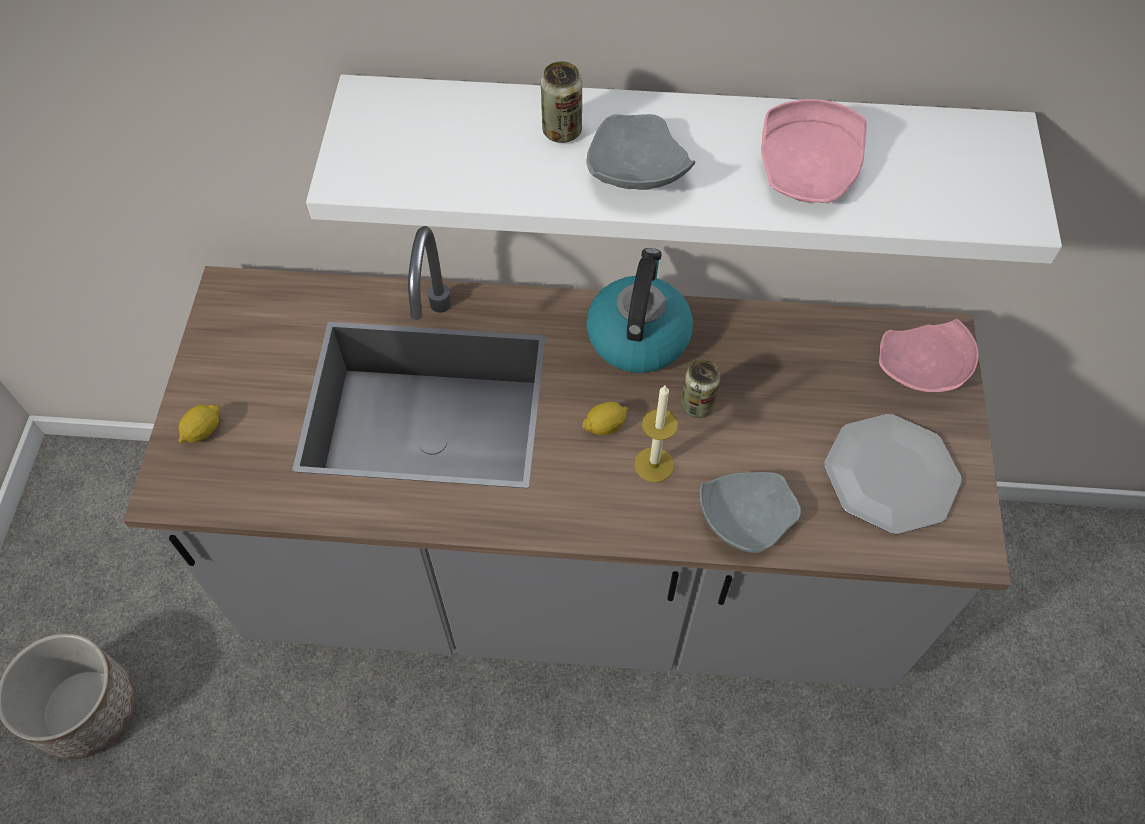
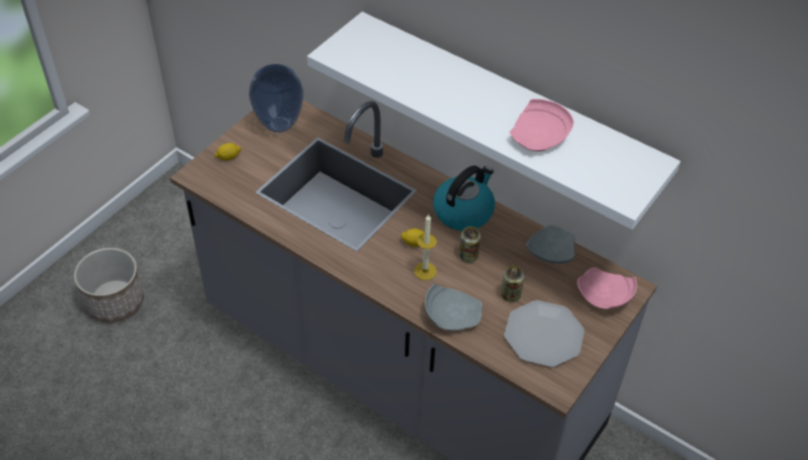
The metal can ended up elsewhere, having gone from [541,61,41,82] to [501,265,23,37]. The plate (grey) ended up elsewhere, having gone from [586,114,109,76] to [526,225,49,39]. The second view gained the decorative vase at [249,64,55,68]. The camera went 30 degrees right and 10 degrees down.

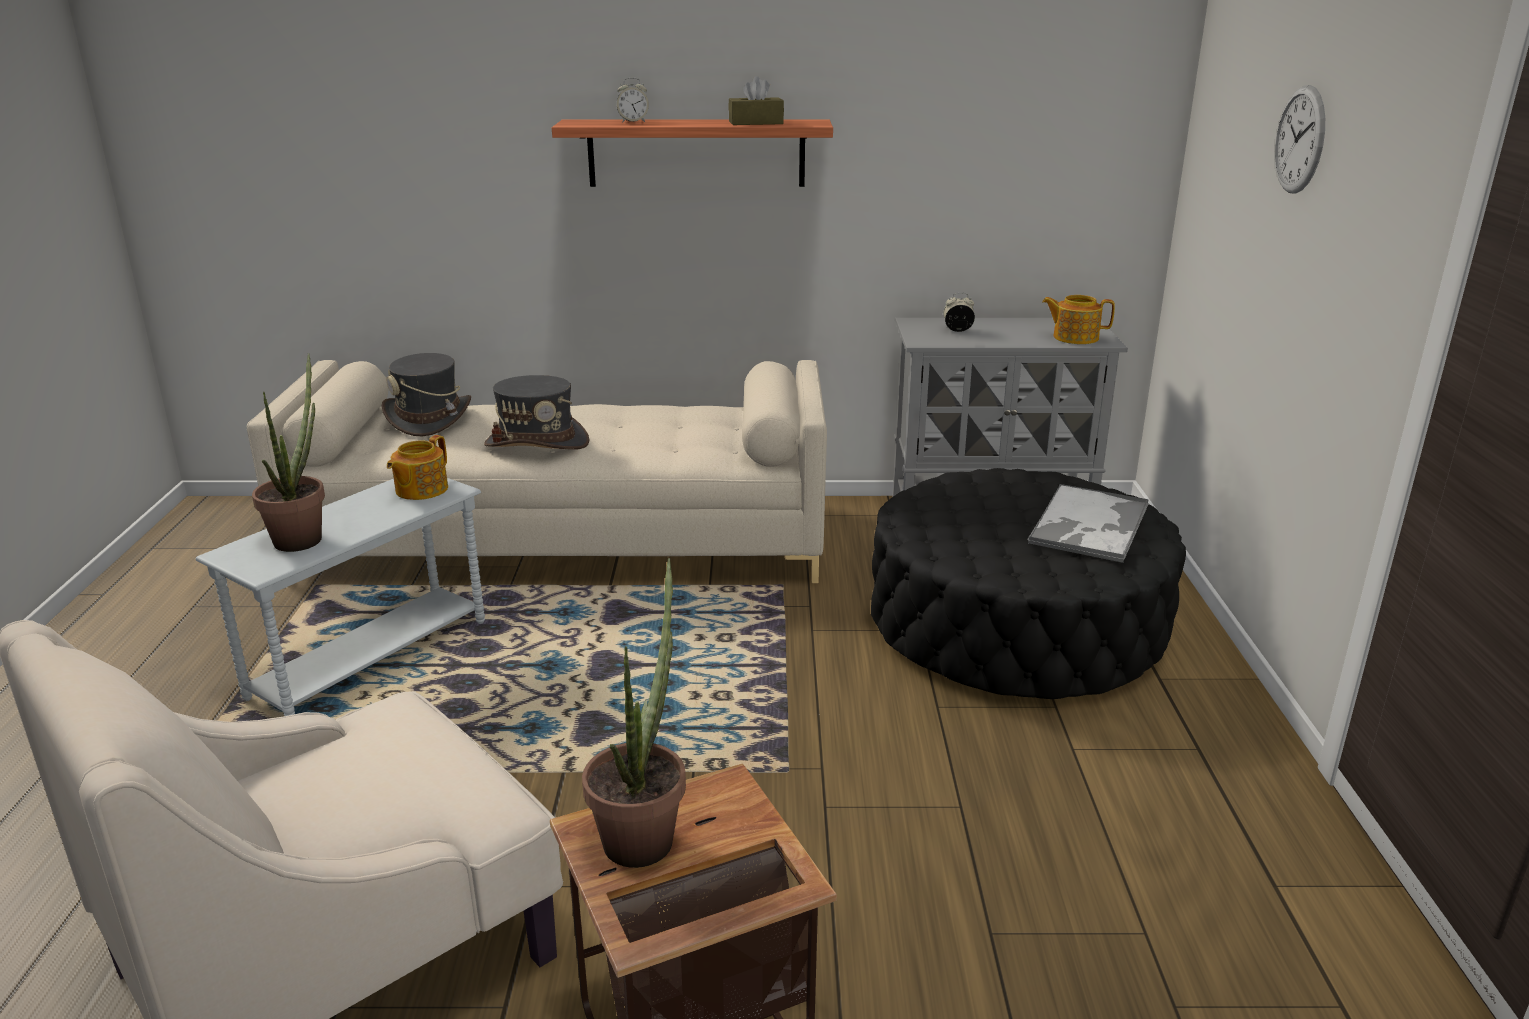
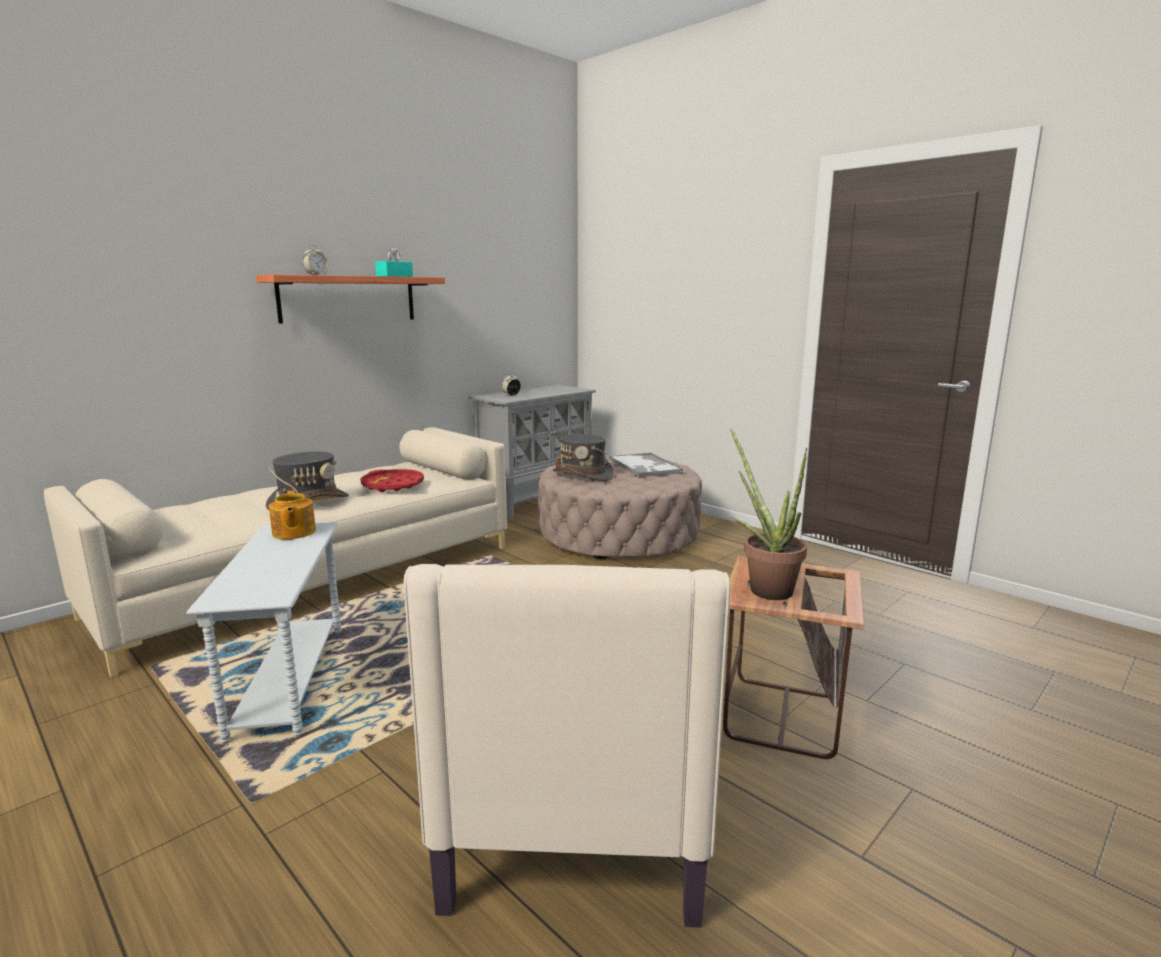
What was the tissue holder (brown-coloured) at [728,76,56,49] turned into the tissue holder (turquoise) at [375,247,38,30]. The second view lost the clock on the wall at [1274,85,51,109]. The second view lost the tea pot at [1042,295,73,49]. The second view lost the potted plant at [252,353,73,199]. The hat (grey) ended up elsewhere, having gone from [382,353,89,83] to [553,434,61,47]. What was the footrest (black-coloured) at [871,468,315,231] turned into the footrest (beige-coloured) at [538,456,164,103]. The second view gained the serving tray (red) at [360,469,64,23]. The camera went 45 degrees left and 10 degrees down.

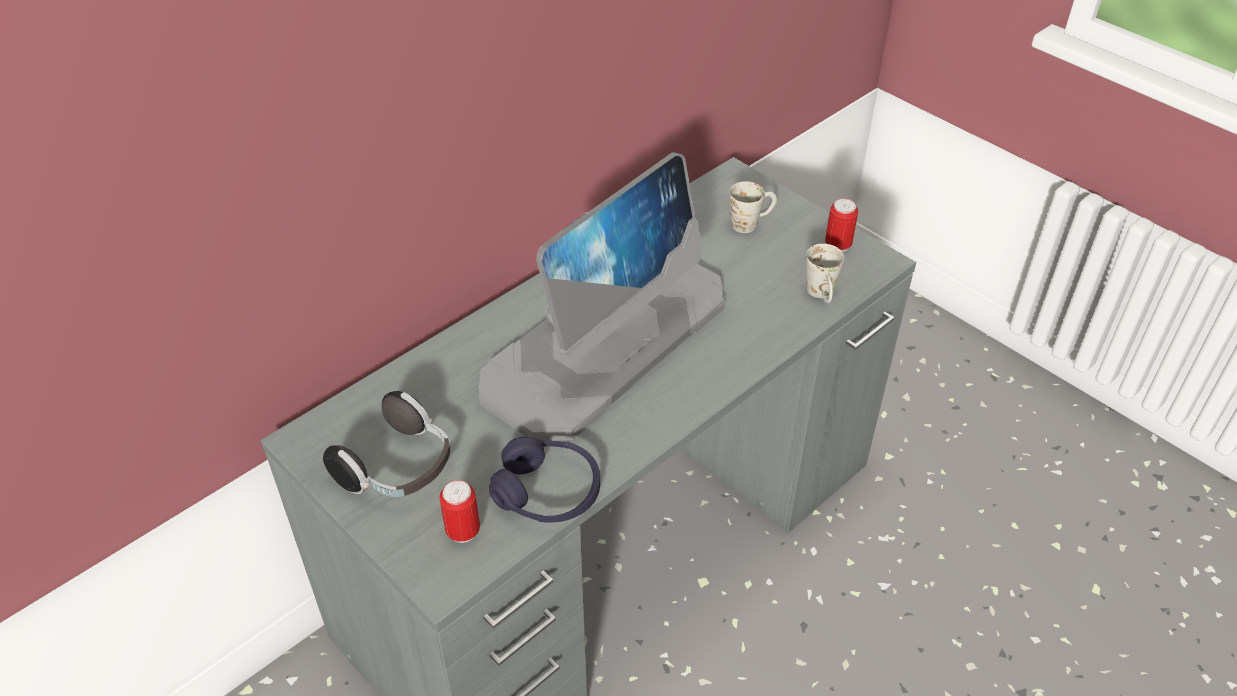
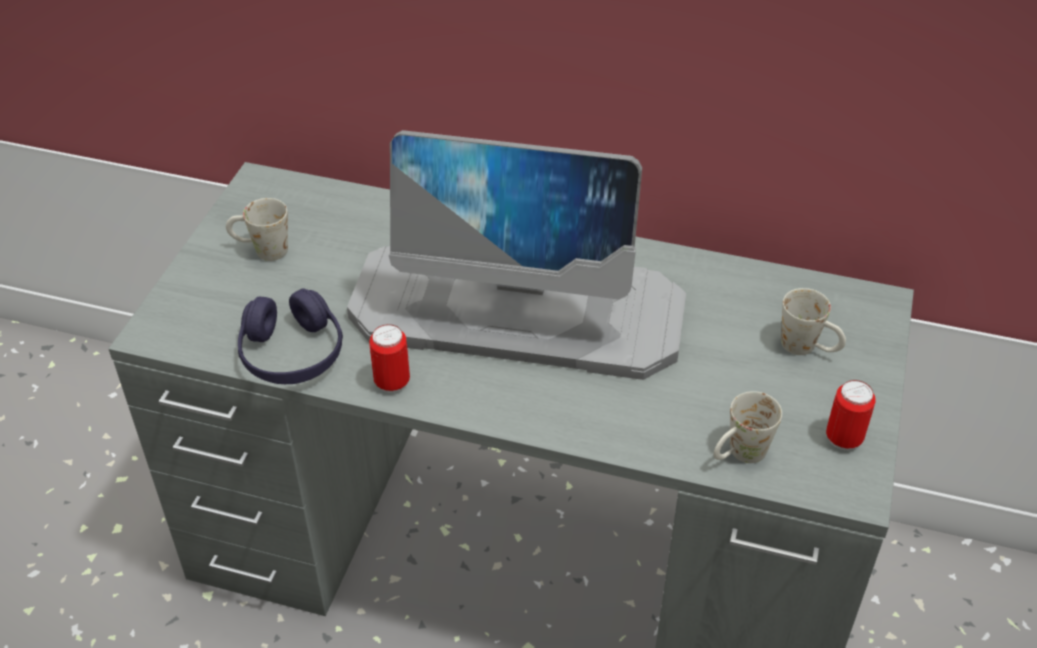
Where the pair of headphones stood at [323,391,128,106], the coffee mug (white) came to stand at [226,198,62,63]. The metal can ended up elsewhere, having gone from [439,480,41,63] to [369,324,41,69]. The camera went 60 degrees right and 0 degrees up.

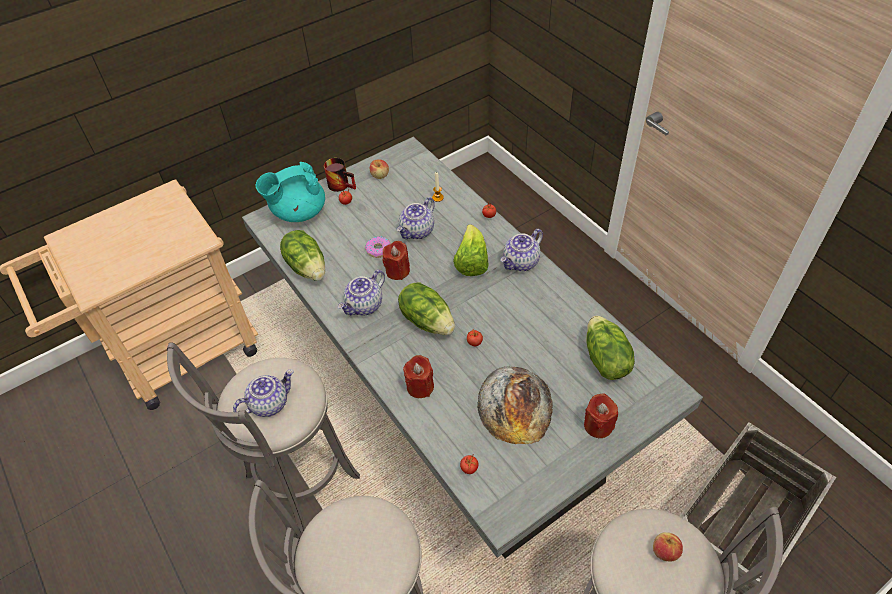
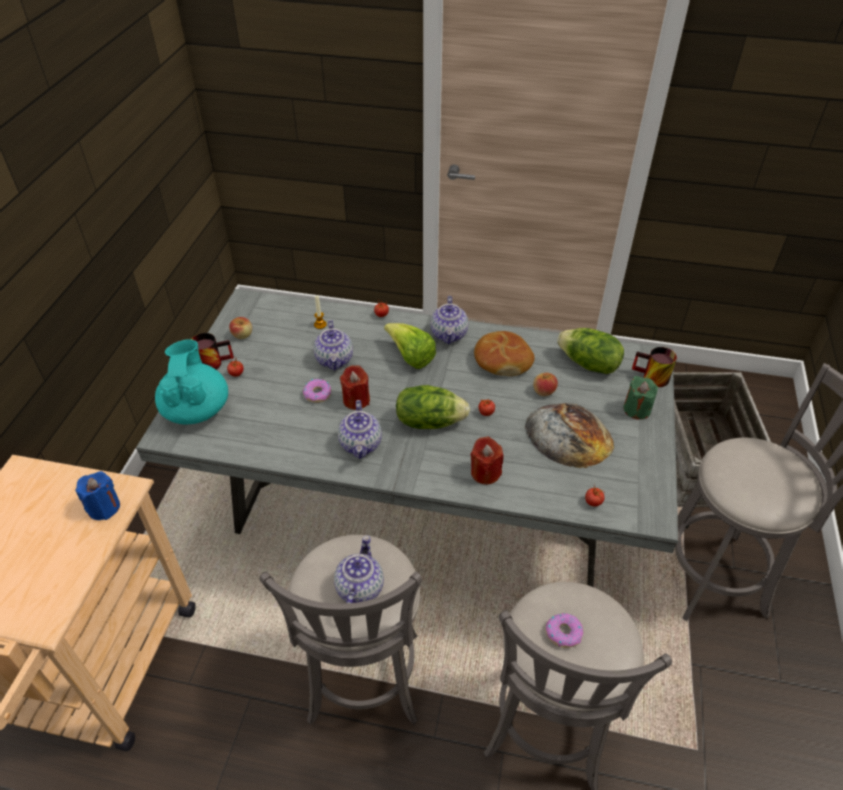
The tea pot (turquoise) at [256,162,69,60] ended up facing another way, 150 degrees clockwise from before. The second view lost the head of lettuce at [280,230,45,51]. What was the candle (red) at [584,394,34,44] turned into the candle (green-coloured) at [623,376,35,44]. The apple fruit ended up elsewhere, having gone from [653,532,30,29] to [533,373,25,23]. The second view gained the bakery bread at [474,331,61,45]. The second view gained the coffee mug at [632,347,45,40]. The second view gained the candle (blue) at [75,471,45,49]. The second view gained the donut at [545,613,38,35]. The camera went 45 degrees left and 5 degrees down.

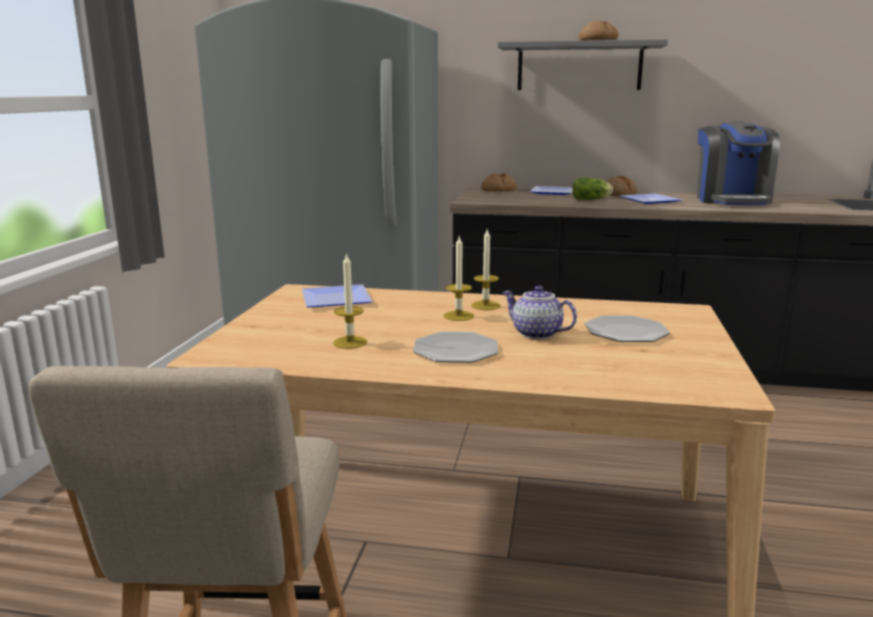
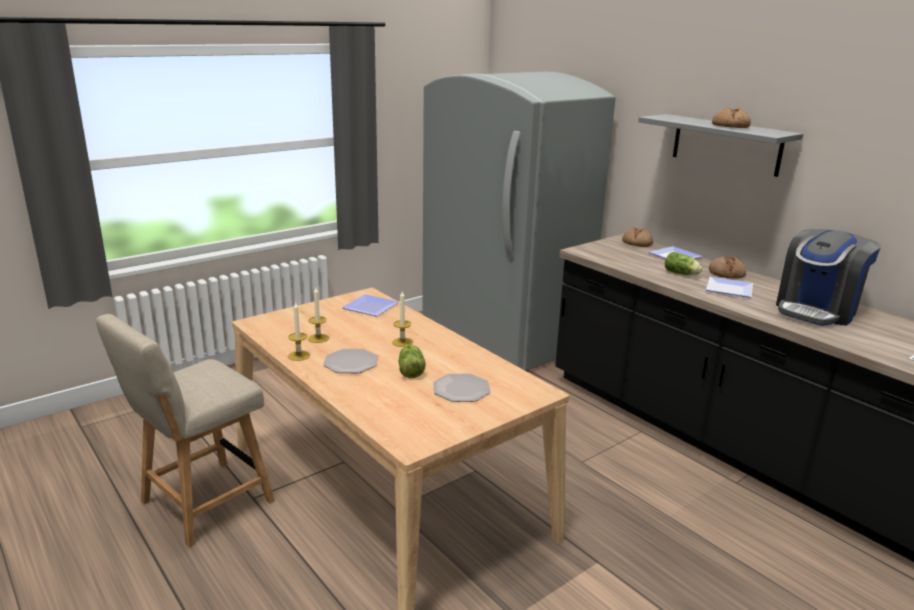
The candle ended up elsewhere, having gone from [471,229,29,81] to [288,301,22,60]. Where the tea pot stood at [503,286,74,53], the head of lettuce came to stand at [399,345,27,33]. The camera went 40 degrees right and 5 degrees up.

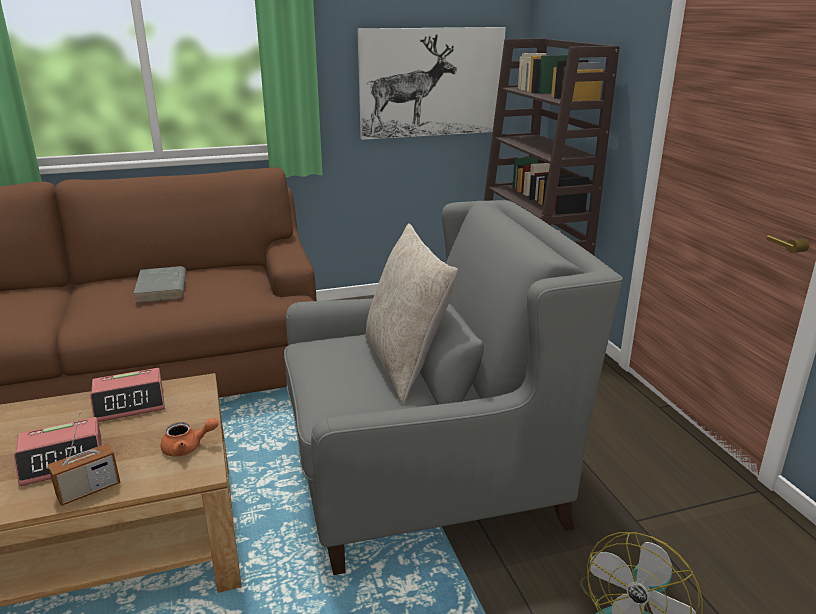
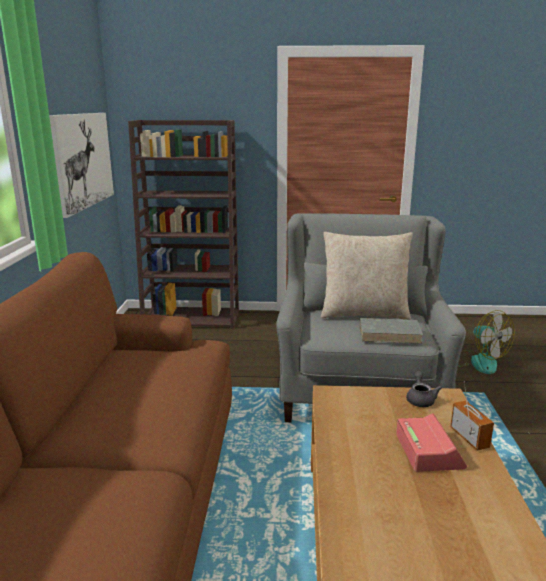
The volume (grey) ended up elsewhere, having gone from [133,266,53,37] to [359,318,64,26]. The second view lost the alarm clock at [90,368,75,54]. What was the tea pot (orange) at [161,418,58,39] turned into the tea pot (grey) at [406,371,36,36]. The camera went 70 degrees left and 5 degrees down.

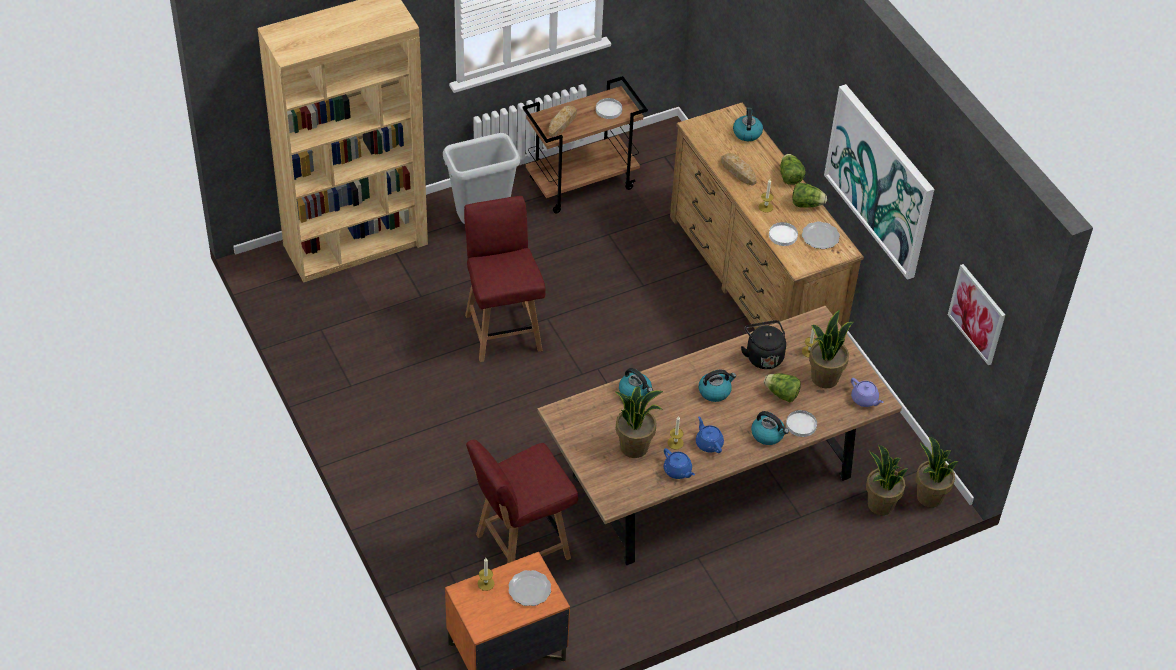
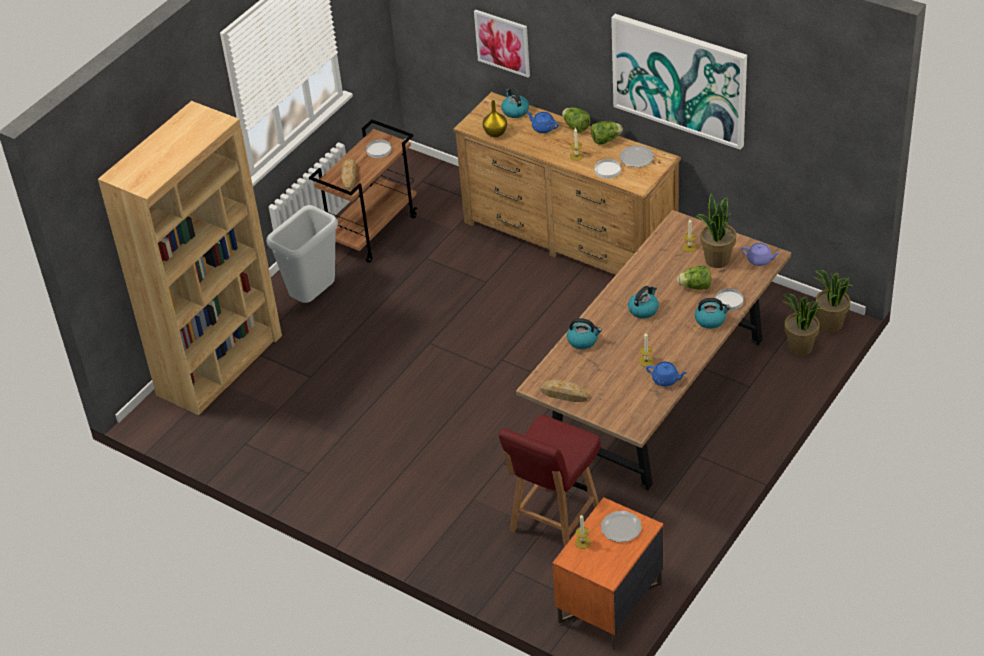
The bakery bread ended up elsewhere, having gone from [721,153,36,33] to [540,379,49,23]. The second view lost the plain chair (red) at [464,196,82,166]. The wall art ended up elsewhere, having gone from [948,264,57,101] to [474,9,56,69]. The second view lost the kettle (black-coloured) at [741,320,45,49]. The second view lost the potted plant at [615,386,48,72]. The tea pot (blue) ended up elsewhere, having gone from [696,416,28,37] to [526,111,33,22]. The second view gained the decorative vase (yellowish) at [483,100,24,37]. The camera went 25 degrees left and 5 degrees down.

